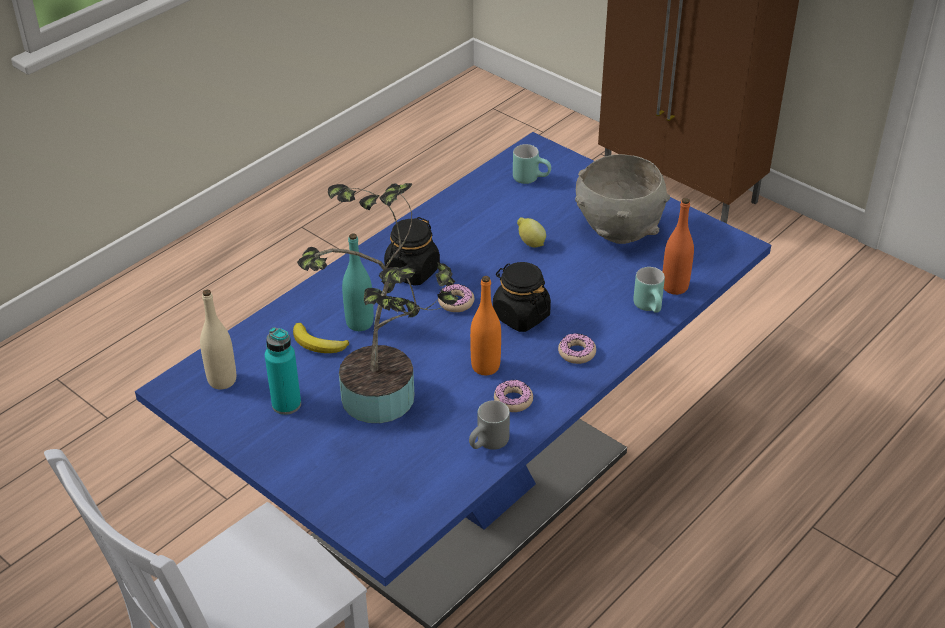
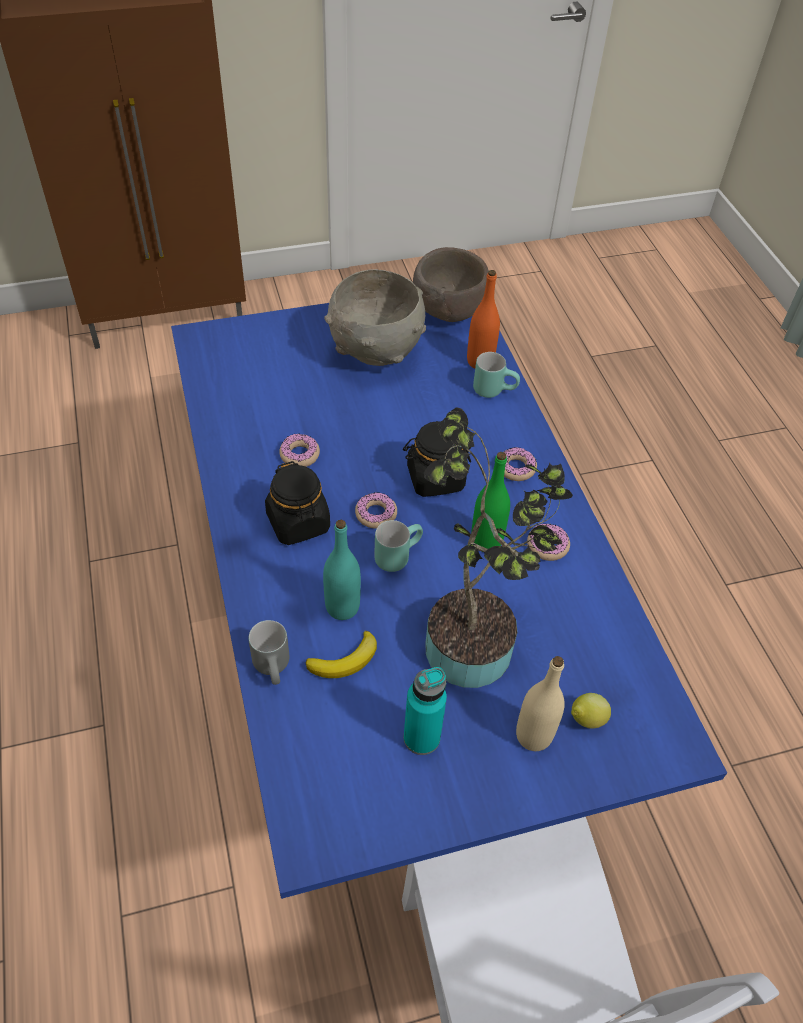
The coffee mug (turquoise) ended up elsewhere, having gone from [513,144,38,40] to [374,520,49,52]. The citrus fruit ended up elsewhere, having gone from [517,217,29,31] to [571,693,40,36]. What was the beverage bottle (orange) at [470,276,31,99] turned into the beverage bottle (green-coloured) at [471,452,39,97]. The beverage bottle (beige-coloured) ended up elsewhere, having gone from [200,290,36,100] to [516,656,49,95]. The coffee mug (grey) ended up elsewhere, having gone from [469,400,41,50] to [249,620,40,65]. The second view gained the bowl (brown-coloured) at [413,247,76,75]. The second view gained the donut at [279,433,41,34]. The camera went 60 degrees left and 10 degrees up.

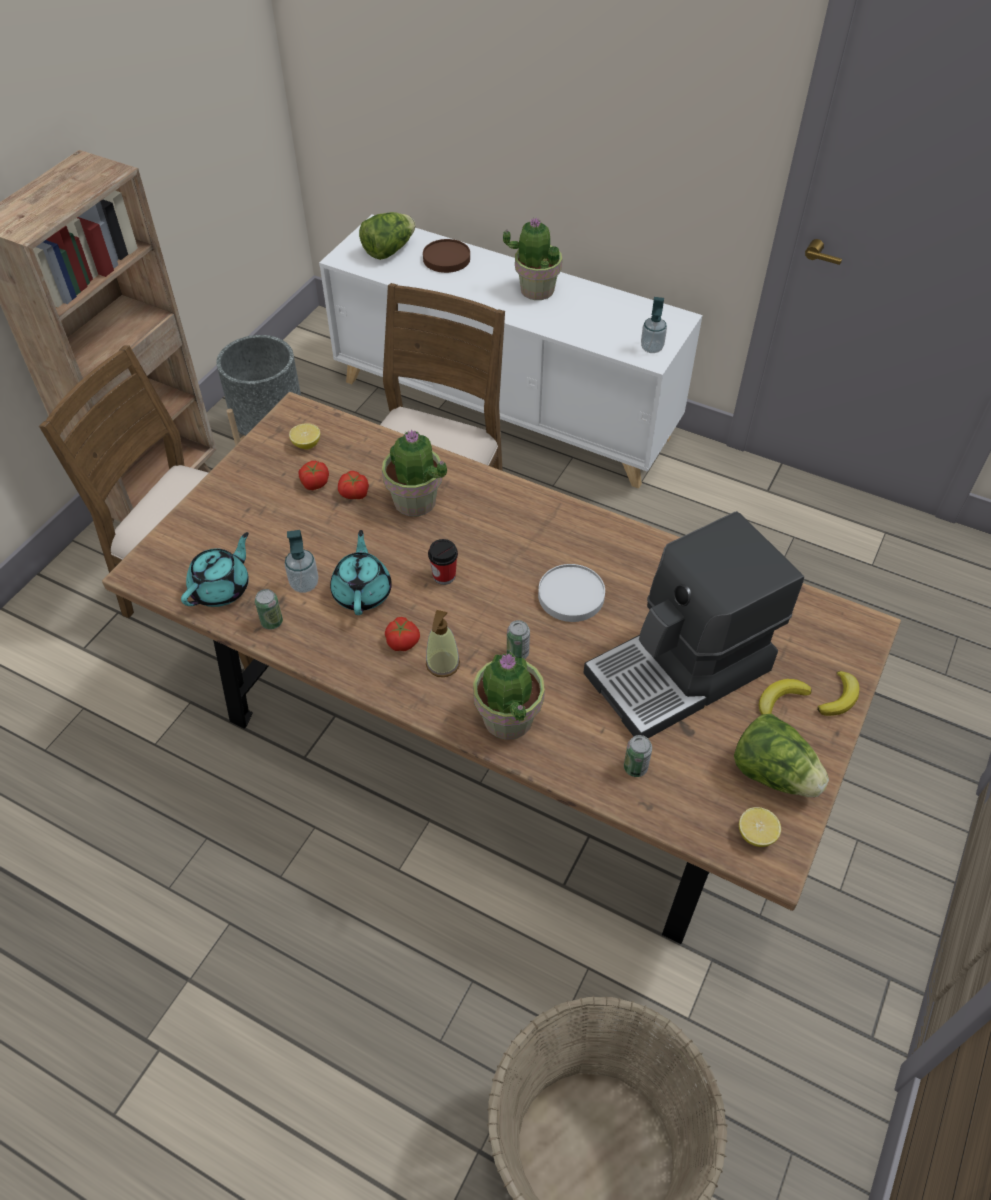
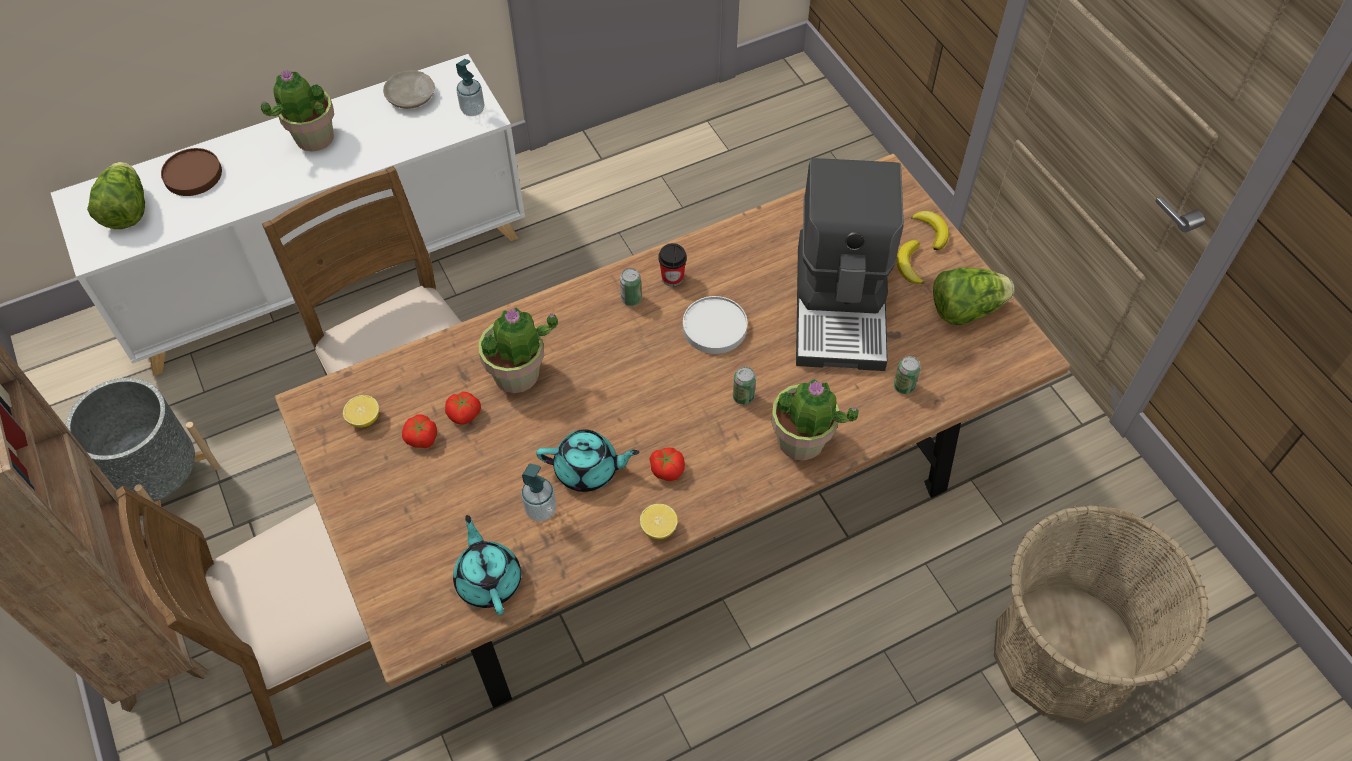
The tea pot (turquoise) at [330,530,62,85] ended up facing another way, 150 degrees clockwise from before. The drinking cup ended up elsewhere, having gone from [428,539,30,46] to [658,243,29,44]. The metal can ended up elsewhere, having gone from [255,589,28,41] to [620,268,22,38]. The second view lost the liquid soap bottle at [426,610,34,67]. The citrus fruit ended up elsewhere, having gone from [739,807,42,40] to [640,504,38,35]. The second view gained the plate (beige-coloured) at [383,71,52,38]. The camera went 55 degrees left and 5 degrees up.

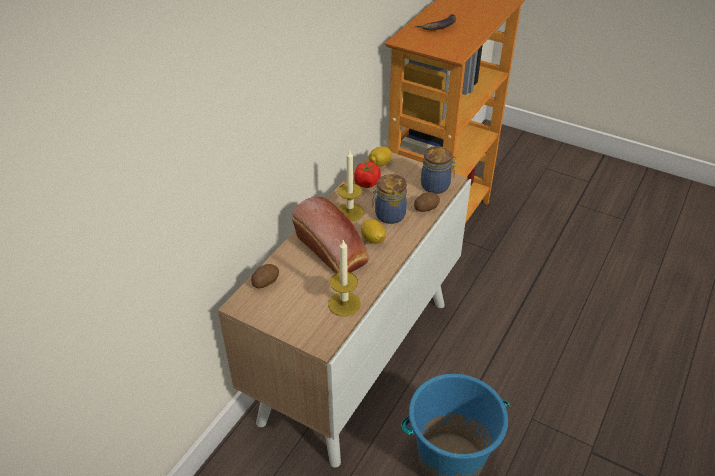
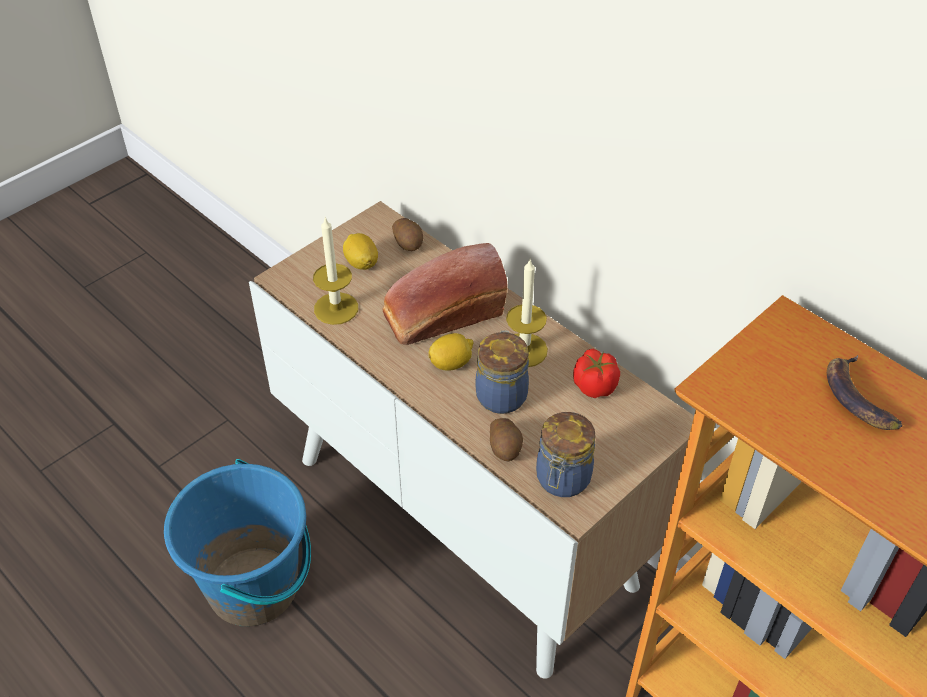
The citrus fruit ended up elsewhere, having gone from [369,146,23,21] to [343,233,35,37]. The camera went 105 degrees right and 5 degrees up.

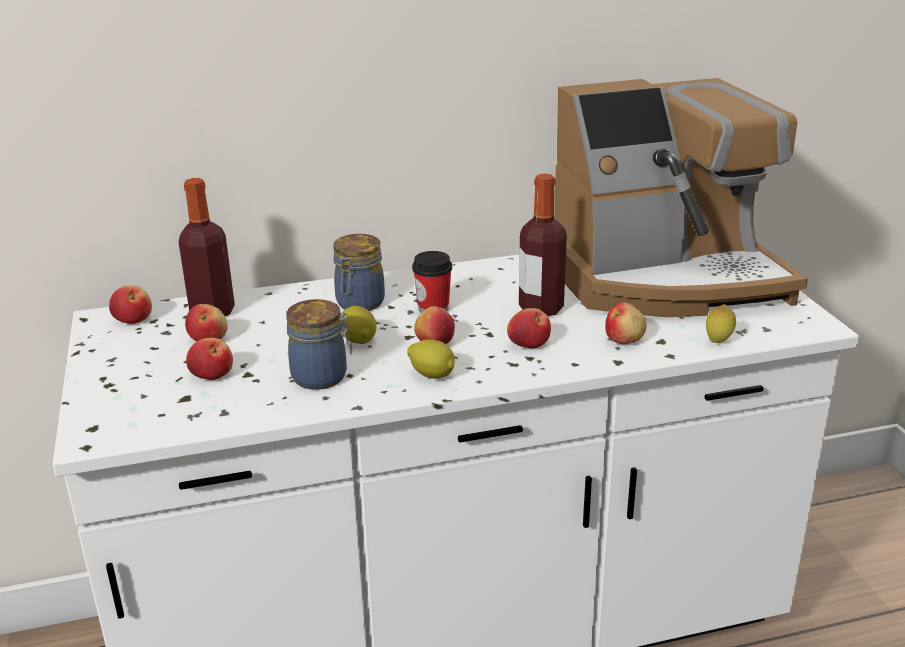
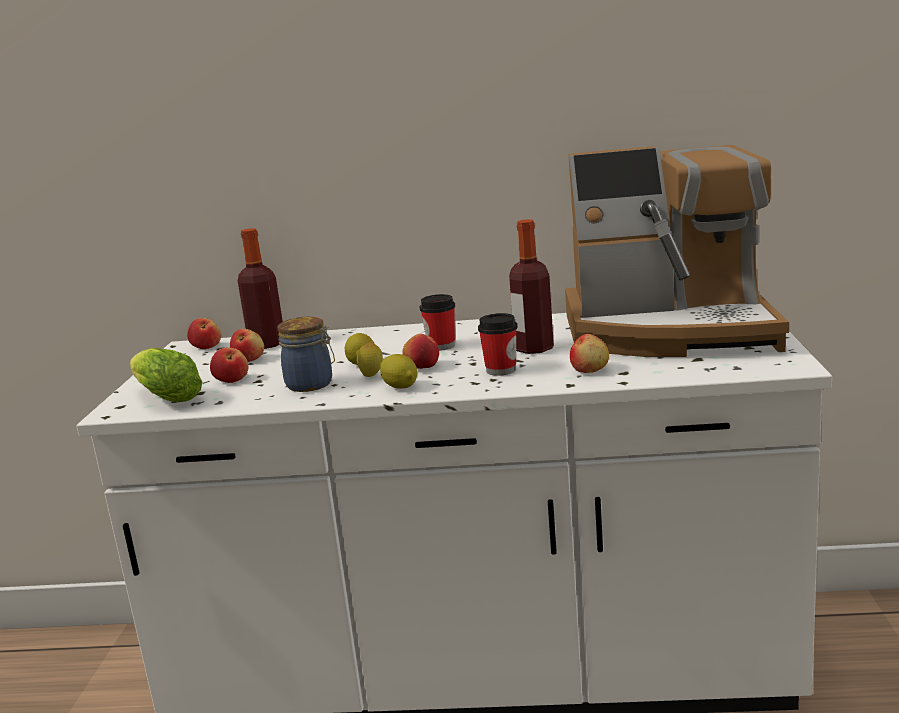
The second view lost the storage jar at [333,234,52,77]. The citrus fruit ended up elsewhere, having gone from [706,304,30,39] to [357,342,26,35]. Where the apple fruit stood at [507,308,44,40], the drinking cup came to stand at [478,313,39,63]. The second view gained the head of lettuce at [130,348,72,55]. The camera went 20 degrees right and 10 degrees down.

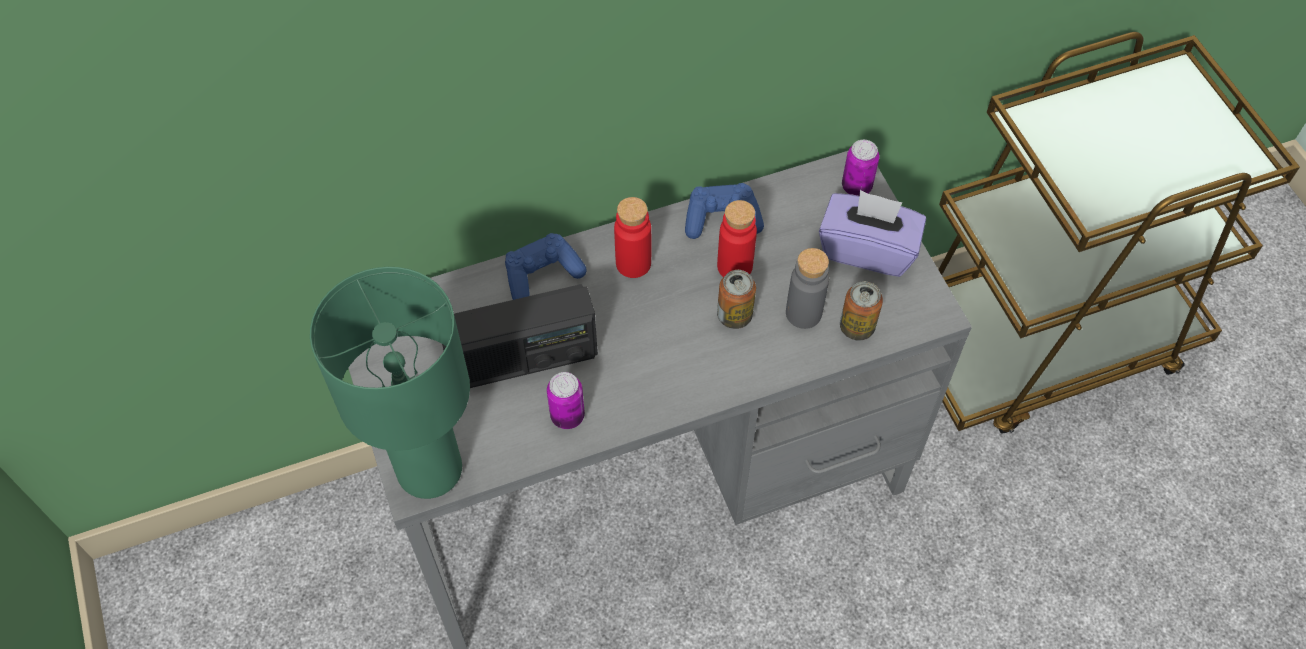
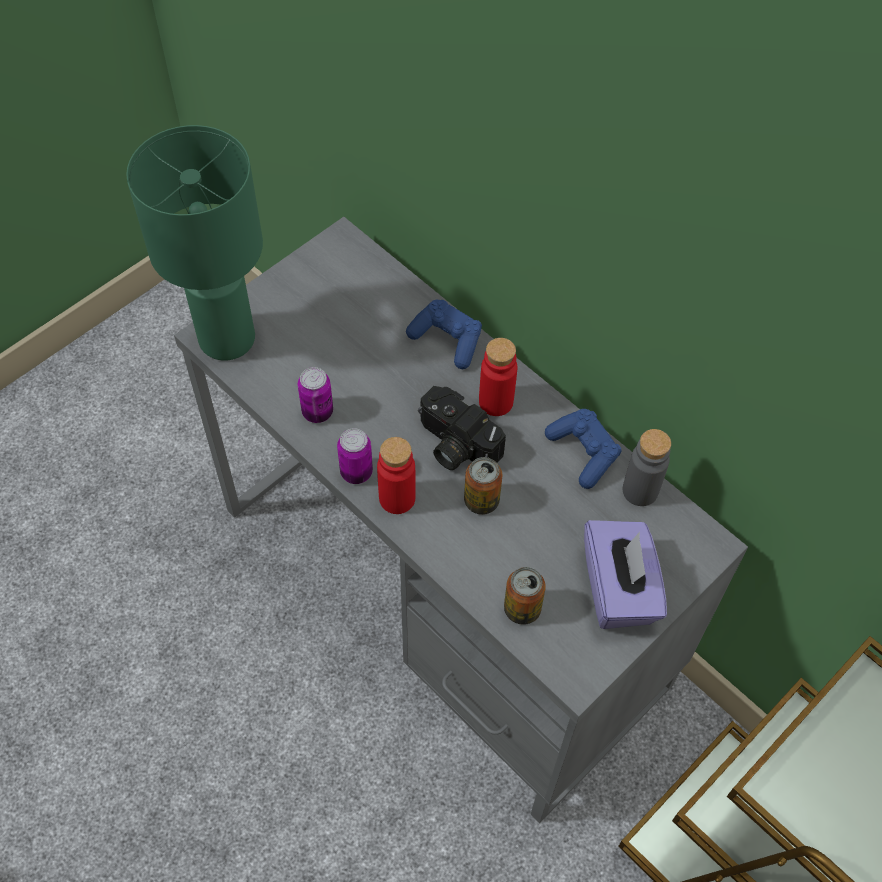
The metal can ended up elsewhere, having gone from [842,140,37,56] to [337,428,36,56]. The beverage bottle (red) ended up elsewhere, having gone from [717,200,40,77] to [377,437,39,77]. The beverage bottle (grey) ended up elsewhere, having gone from [786,248,43,81] to [623,429,48,77]. The second view lost the radio receiver at [442,284,156,104]. The second view gained the still camera at [418,386,88,84]. The camera went 65 degrees right and 0 degrees up.

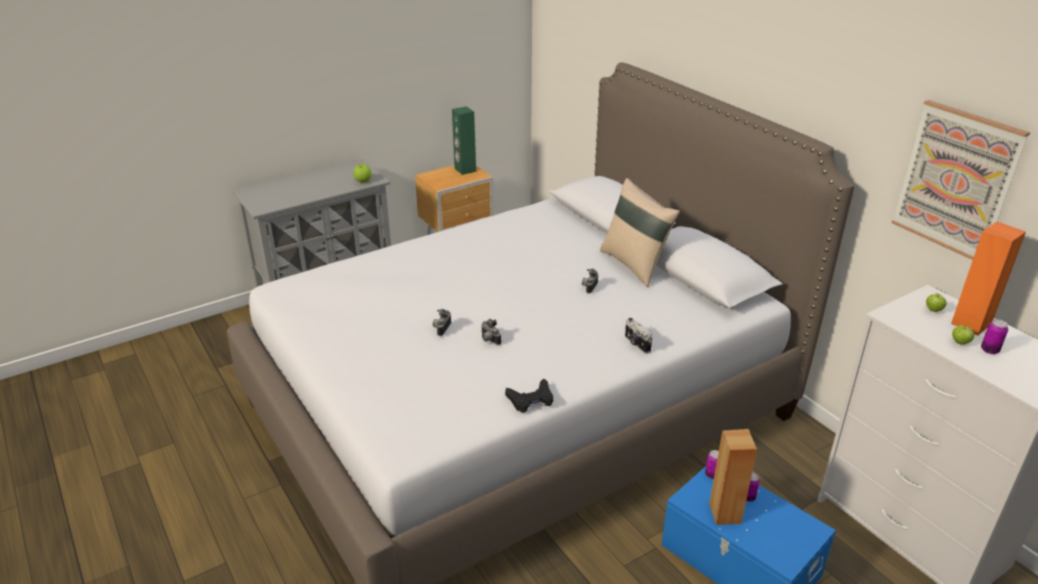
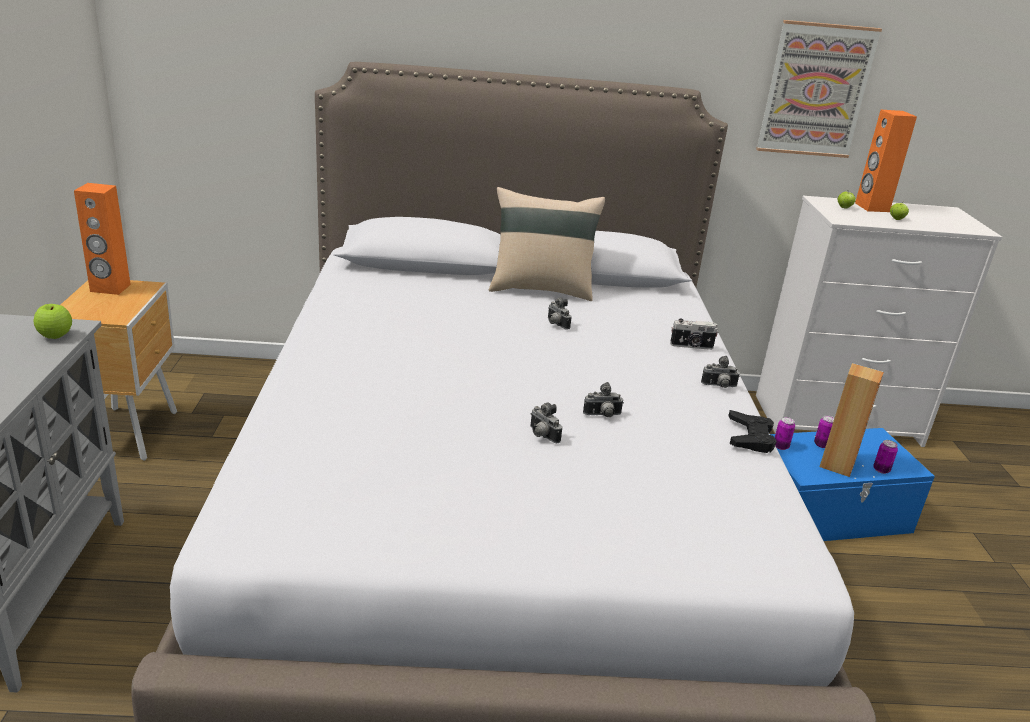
What was the audio speaker (green-coloured) at [452,106,24,69] turned into the audio speaker (orange) at [74,183,57,112]. The metal can ended up elsewhere, having gone from [981,319,27,35] to [873,440,25,34]. The second view gained the still camera at [701,356,39,32]. The camera went 60 degrees left and 5 degrees down.

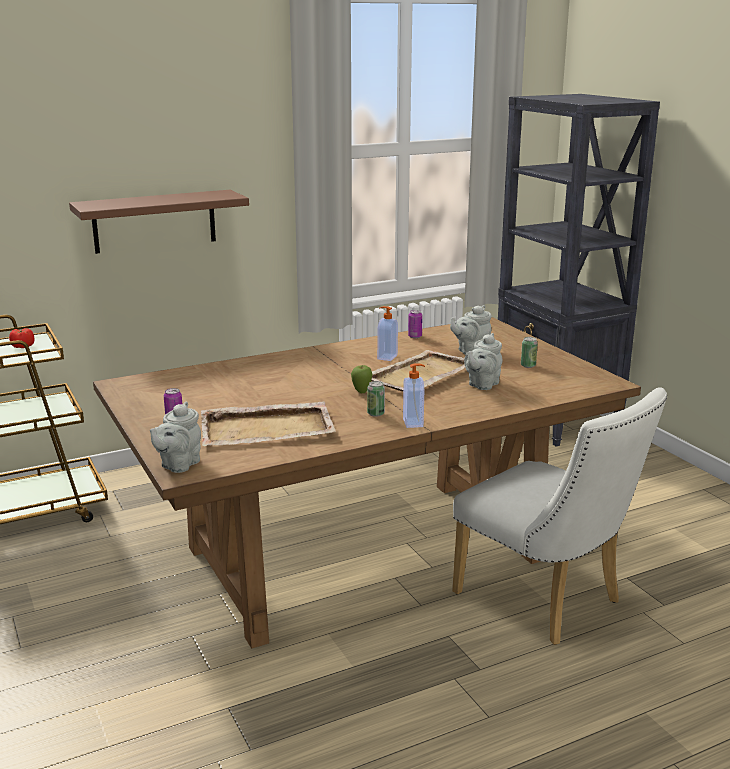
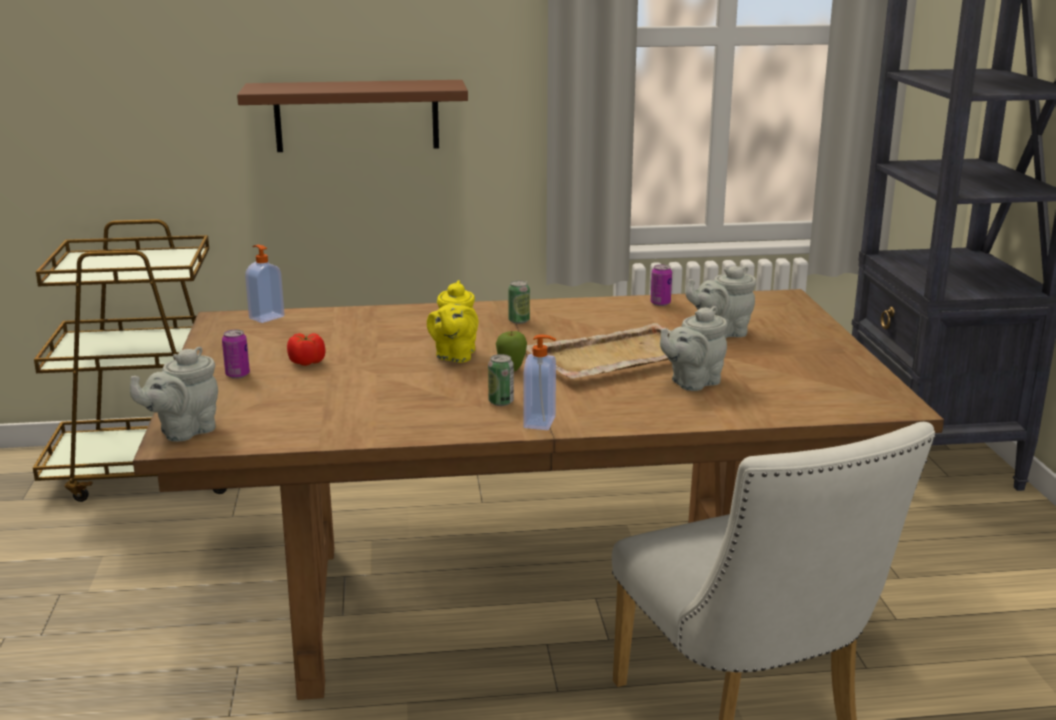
The liquid soap bottle ended up elsewhere, having gone from [377,306,21,55] to [245,245,39,78]. The tomato ended up elsewhere, having gone from [9,328,26,20] to [287,333,38,33]. The metal can ended up elsewhere, having gone from [521,337,17,31] to [508,280,22,44]. The second view lost the serving tray (beige-coloured) at [201,401,135,45]. The second view gained the tea pot (yellowish) at [427,280,51,83]. The camera went 20 degrees right and 0 degrees up.

